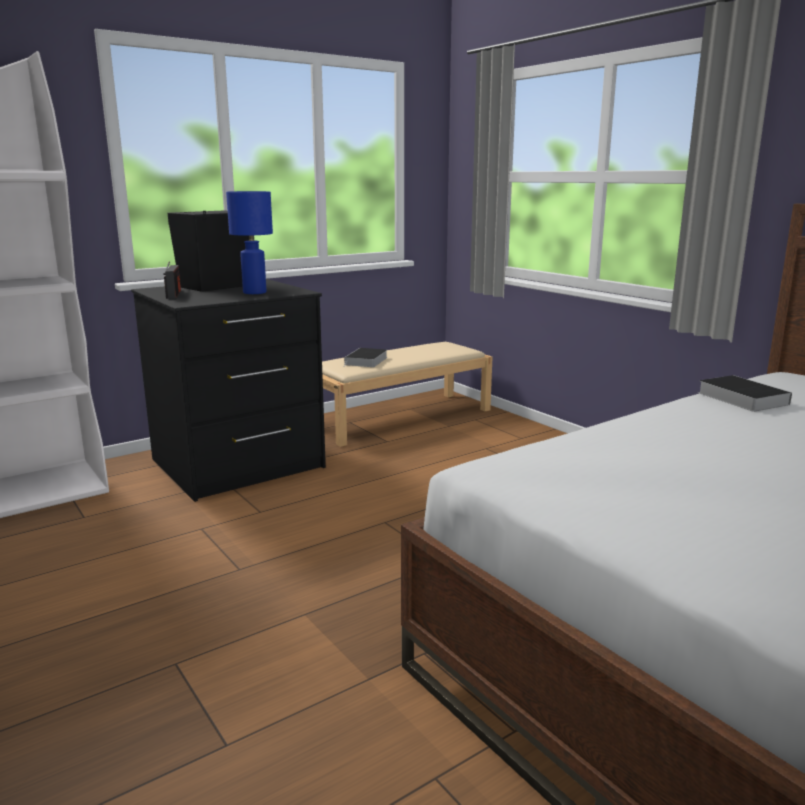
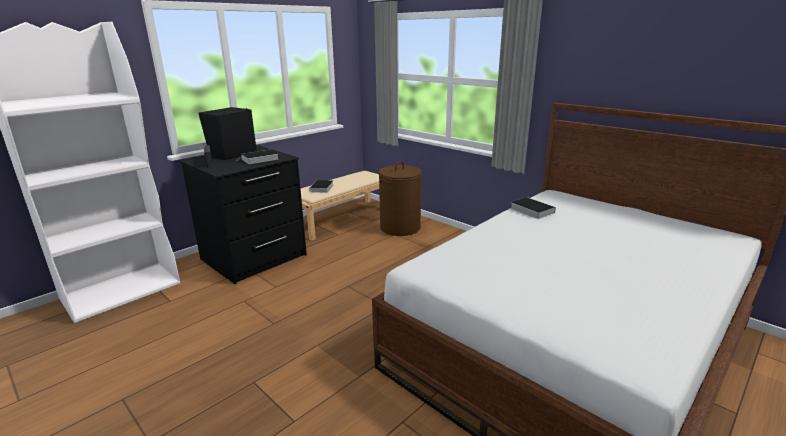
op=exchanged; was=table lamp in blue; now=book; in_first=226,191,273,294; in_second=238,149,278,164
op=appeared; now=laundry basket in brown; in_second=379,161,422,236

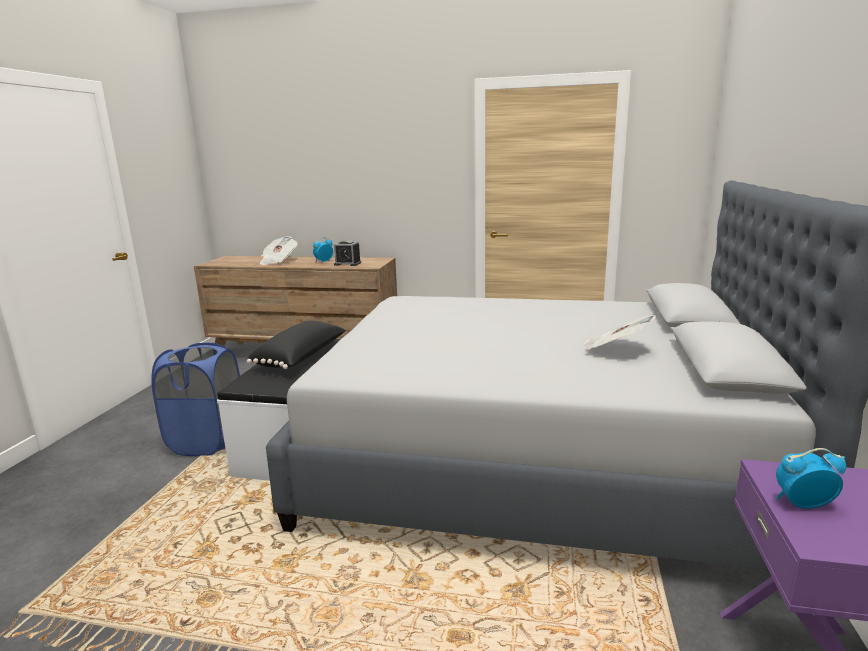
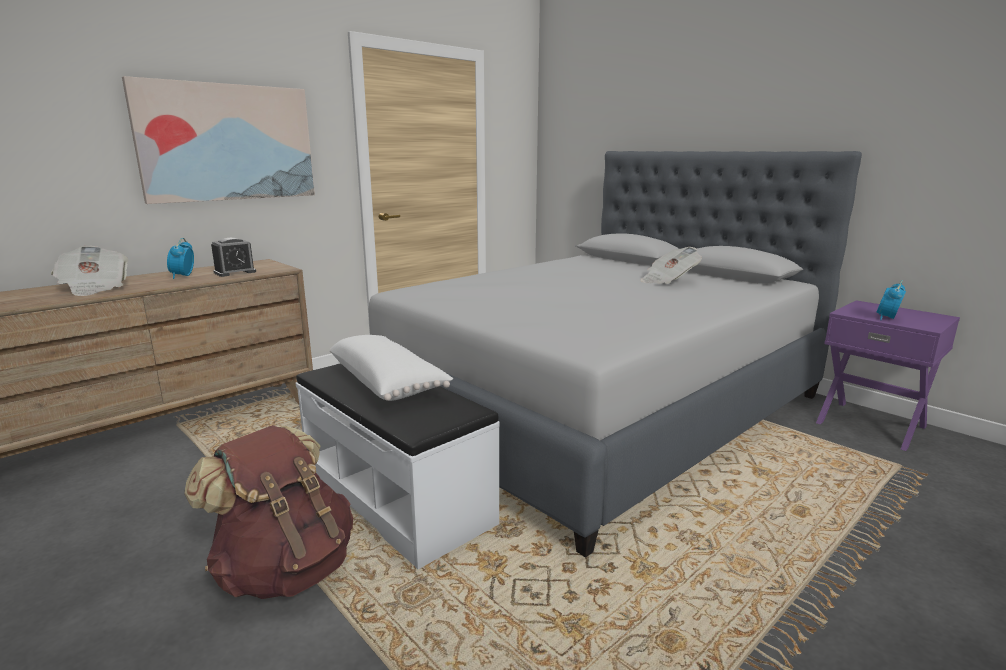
op=colour; was=pillow in black; now=pillow in white; in_first=247,321,346,369; in_second=330,335,453,401
op=exchanged; was=laundry basket in blue; now=backpack in brown; in_first=151,343,240,456; in_second=184,425,353,599
op=appeared; now=picture; in_second=122,76,315,204

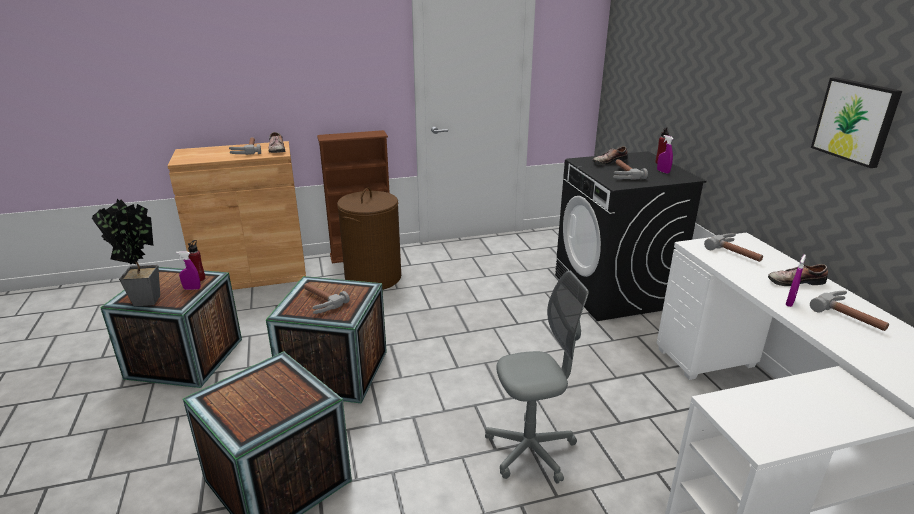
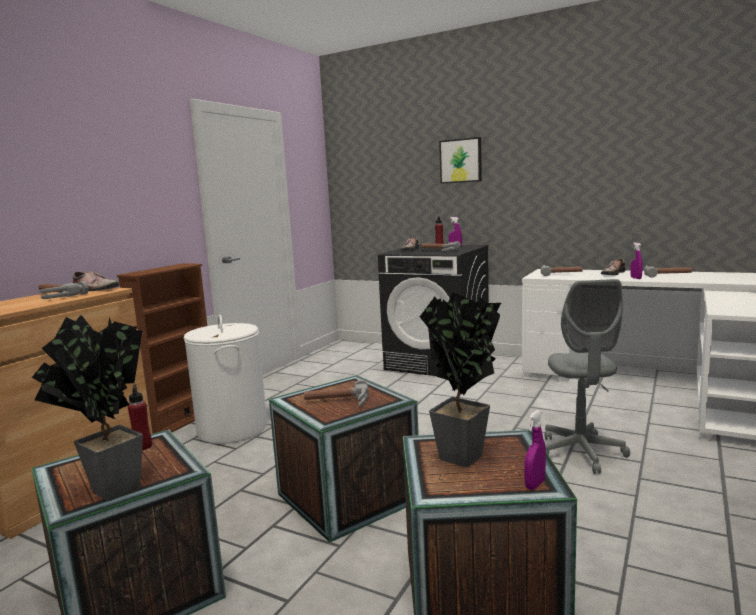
op=relocated; was=picture; in_first=811,77,902,168; in_second=439,137,482,184
op=colour; was=laundry basket in brown; now=laundry basket in white; in_first=337,187,401,290; in_second=184,315,267,444
op=relocated; was=spray bottle in purple; in_first=176,251,201,290; in_second=524,410,546,490
op=spun; was=office chair in grey; in_first=485,270,589,483; in_second=545,279,630,474; clockwise=150
op=appeared; now=potted plant; in_second=420,292,501,467

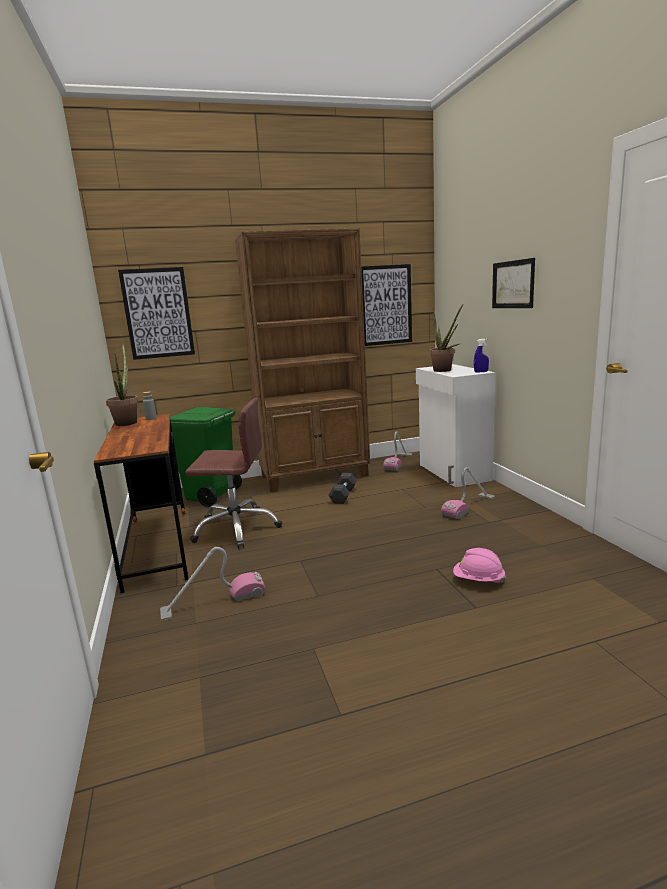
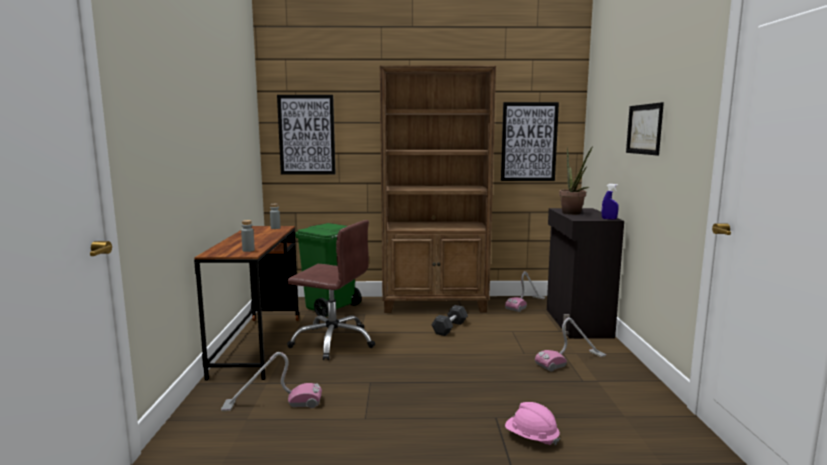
op=missing; was=potted plant; in_first=106,343,138,426
op=colour; was=cabinet in white; now=cabinet in black; in_first=416,364,495,487; in_second=547,208,624,339
op=appeared; now=bottle in grey; in_second=241,220,255,252

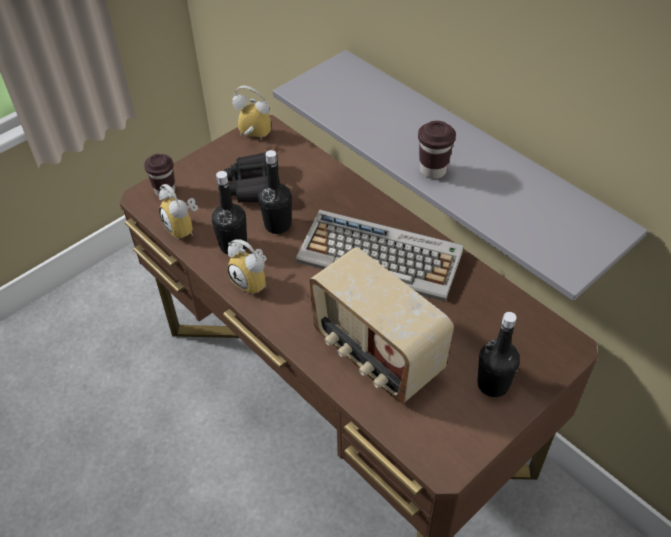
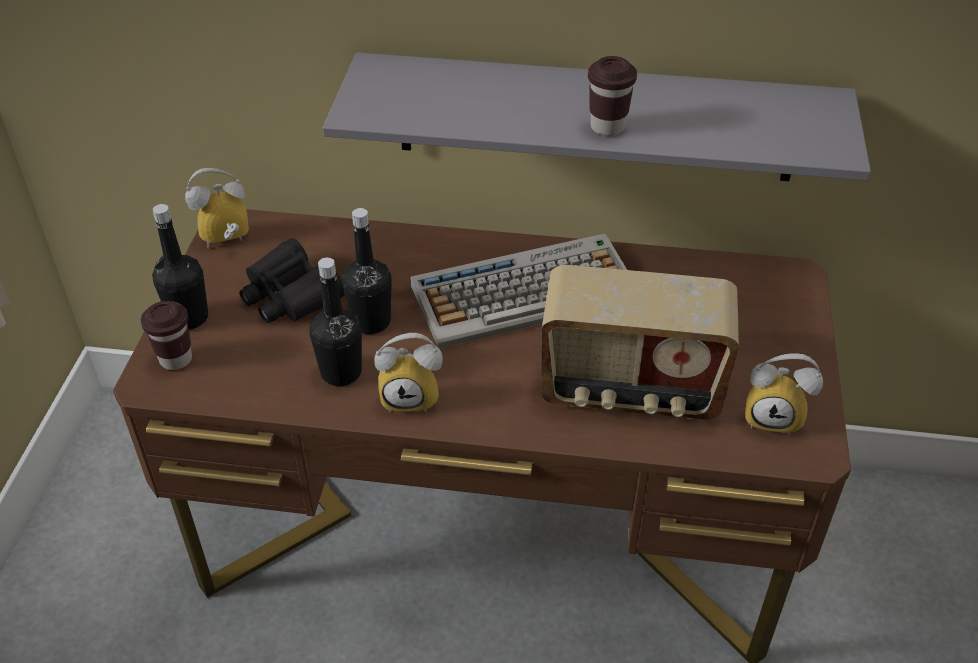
op=relocated; was=alarm clock; in_first=159,184,198,240; in_second=745,353,823,435
op=relocated; was=bottle in black; in_first=477,312,520,397; in_second=152,204,208,330

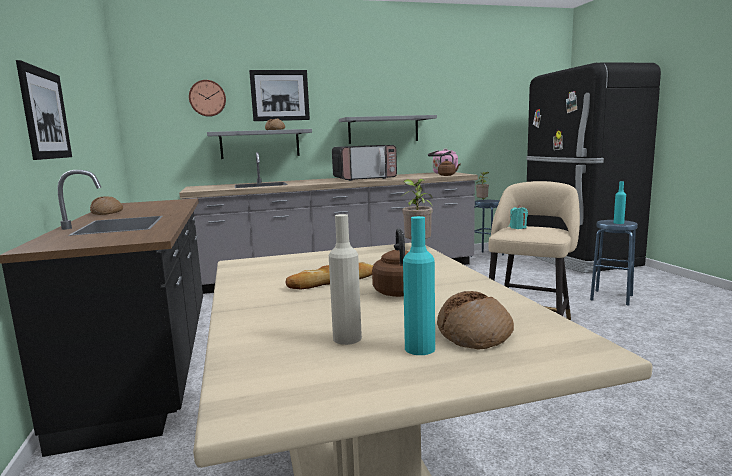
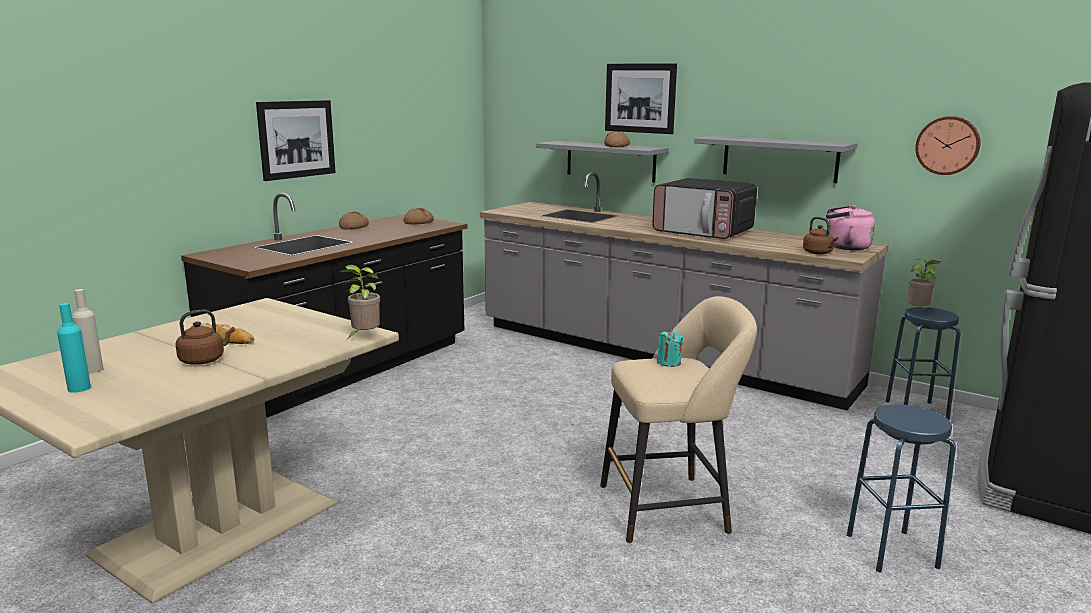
op=relocated; was=wall clock; in_first=189,80,226,117; in_second=915,116,981,175
op=missing; was=bottle in turquoise; in_first=614,182,626,224
op=relocated; was=bread; in_first=437,291,514,350; in_second=403,208,434,224

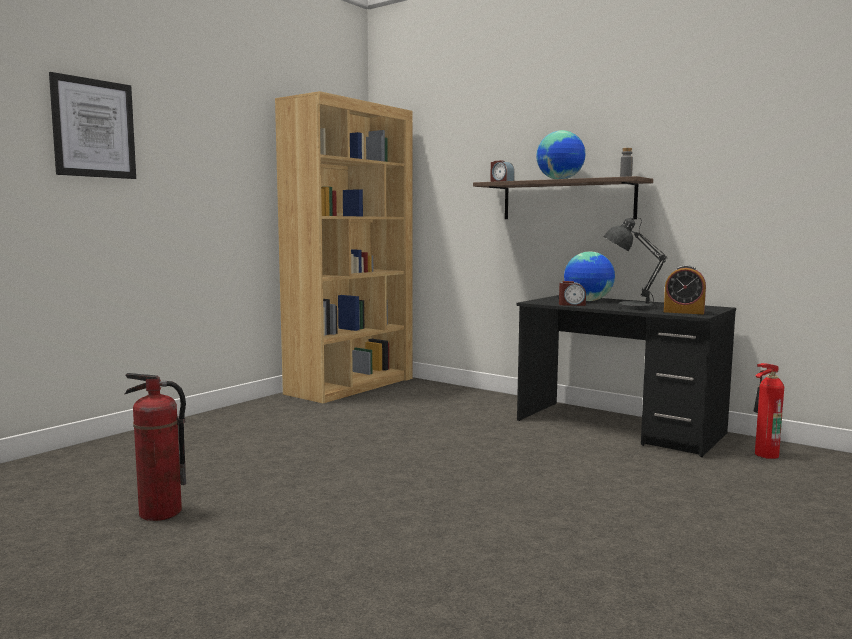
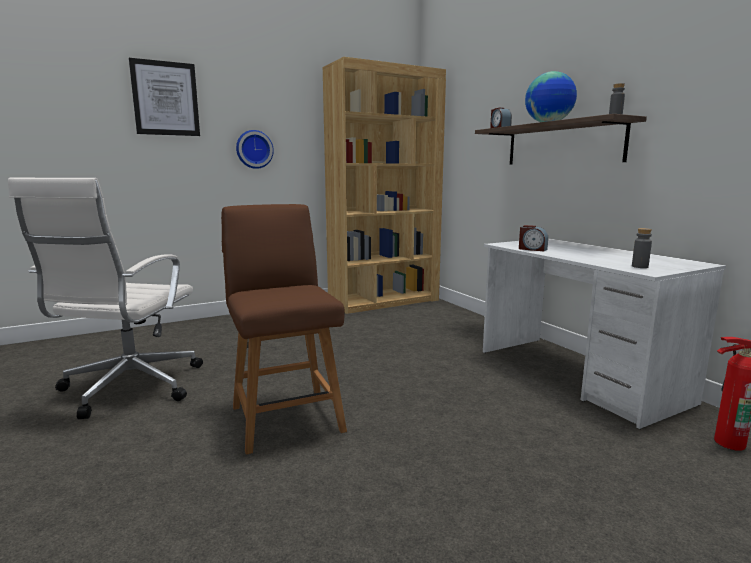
op=missing; was=table lamp in grey; in_first=604,217,667,310
op=missing; was=globe; in_first=564,251,615,301
op=exchanged; was=alarm clock; now=bottle in grey; in_first=664,265,706,314; in_second=632,228,652,268
op=colour; was=desk in black; now=desk in white; in_first=517,295,736,457; in_second=483,238,726,429
op=exchanged; was=fire extinguisher; now=office chair in white; in_first=124,373,186,521; in_second=8,178,203,419
op=appeared; now=wall clock; in_second=236,130,274,169
op=appeared; now=chair in brown; in_second=221,204,347,455

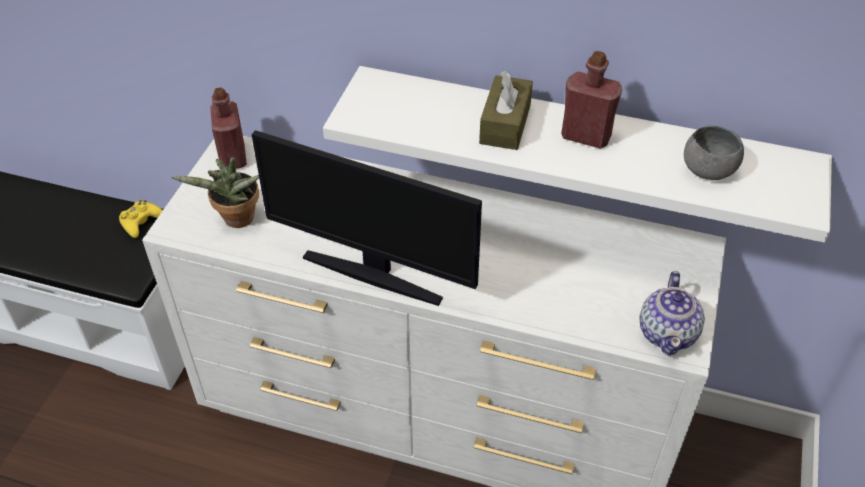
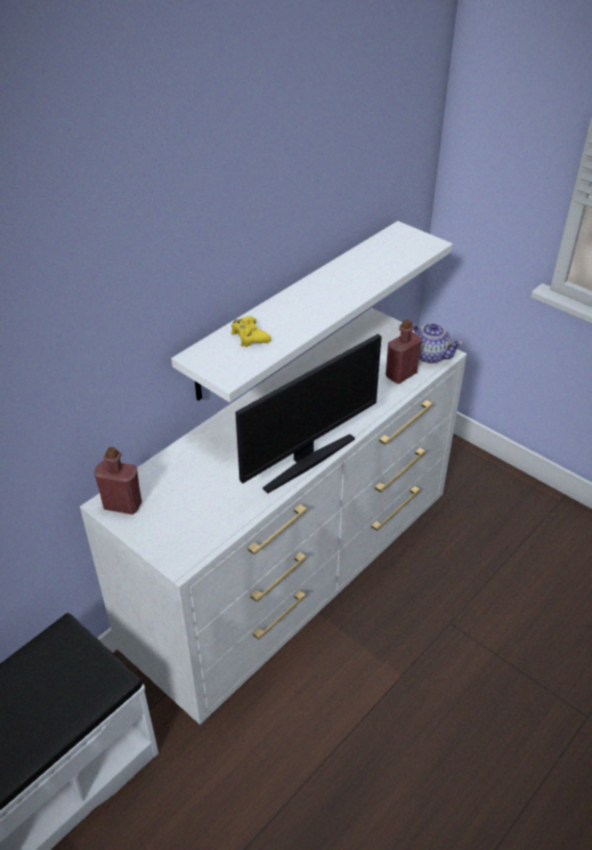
op=relocated; was=bottle in red; in_first=561,51,622,149; in_second=386,319,422,384
op=missing; was=tissue box in brown; in_first=479,71,533,150
op=missing; was=bowl in grey; in_first=684,125,744,180
op=missing; was=potted plant; in_first=171,157,259,228
op=relocated; was=game controller in yellow; in_first=119,200,163,238; in_second=231,316,271,347

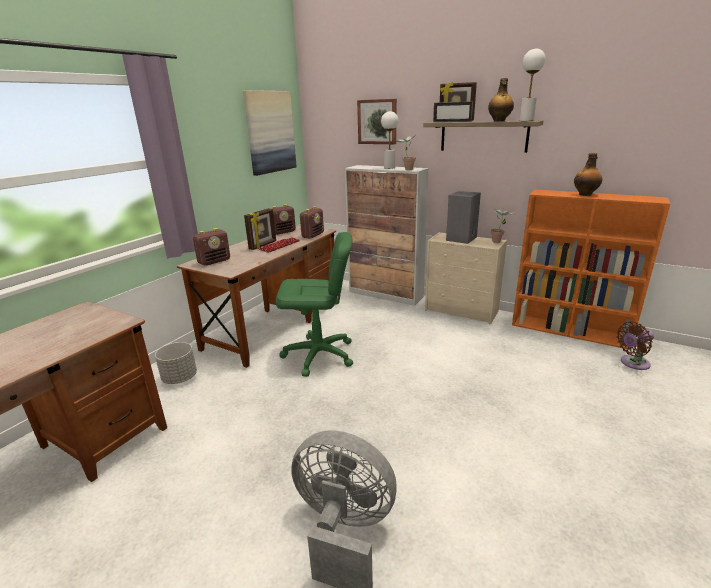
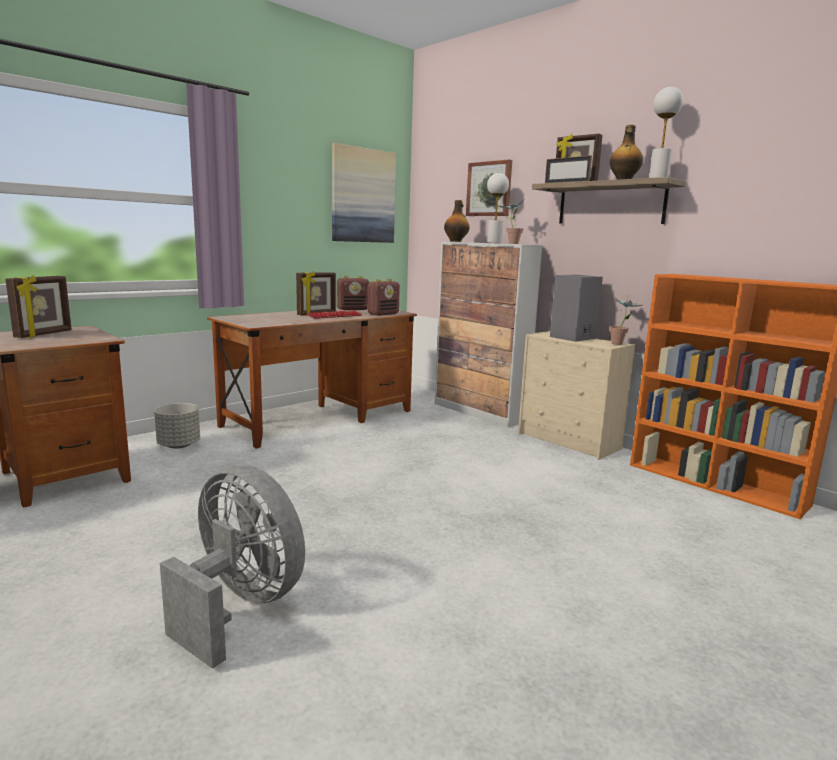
op=relocated; was=bottle; in_first=574,153,602,196; in_second=444,200,470,242
op=missing; was=radio; in_first=193,228,230,266
op=missing; was=office chair in green; in_first=276,232,353,377
op=missing; was=fan in brown; in_first=617,322,654,370
op=appeared; now=picture frame; in_second=5,276,72,338

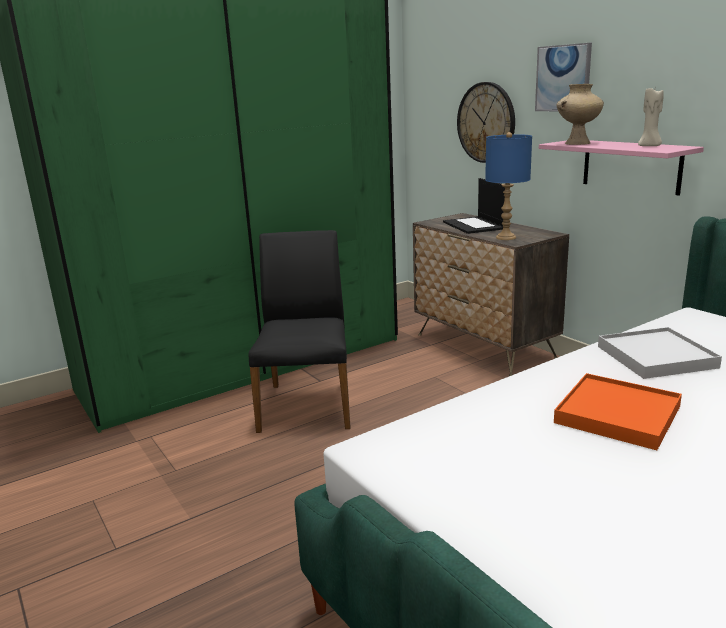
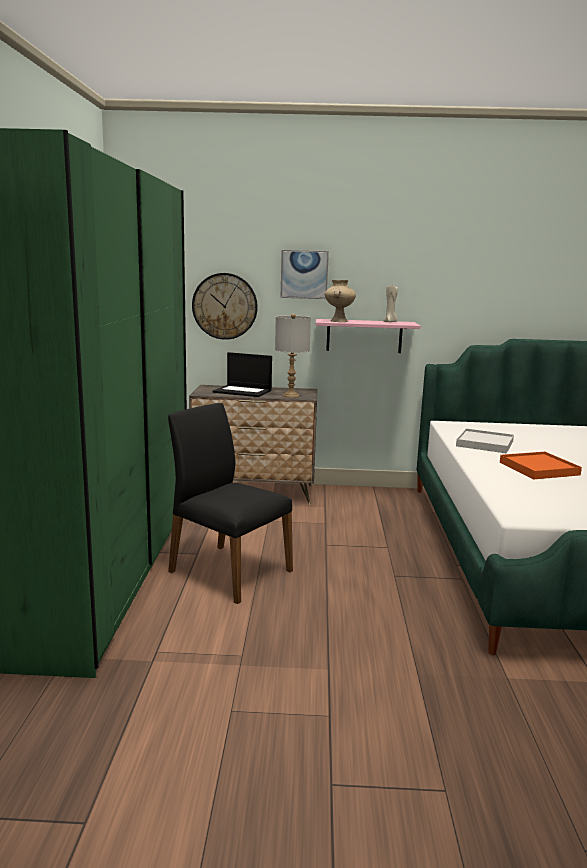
op=colour; was=table lamp in blue; now=table lamp in grey; in_first=485,132,532,240; in_second=275,314,311,398

